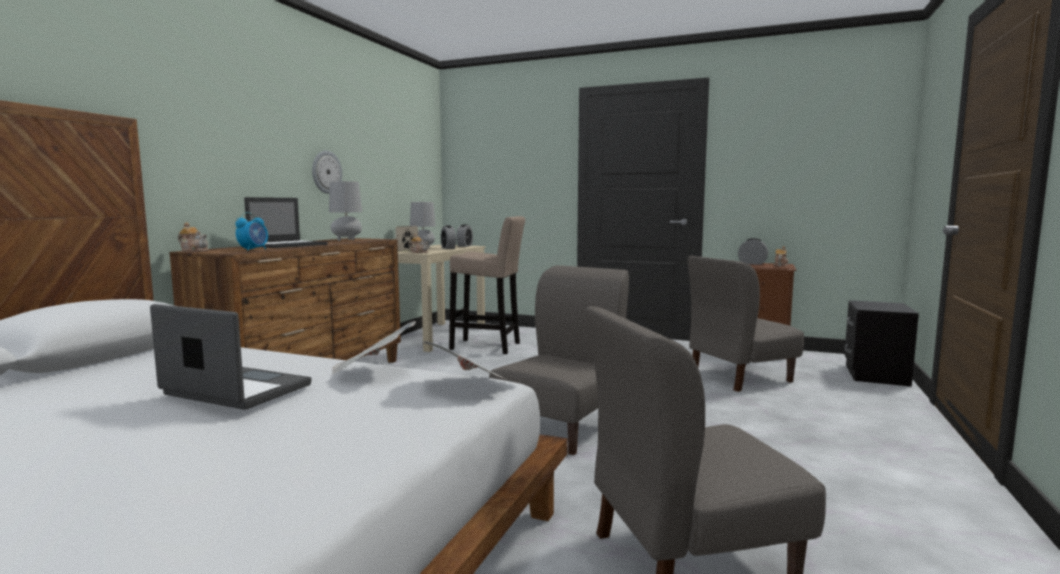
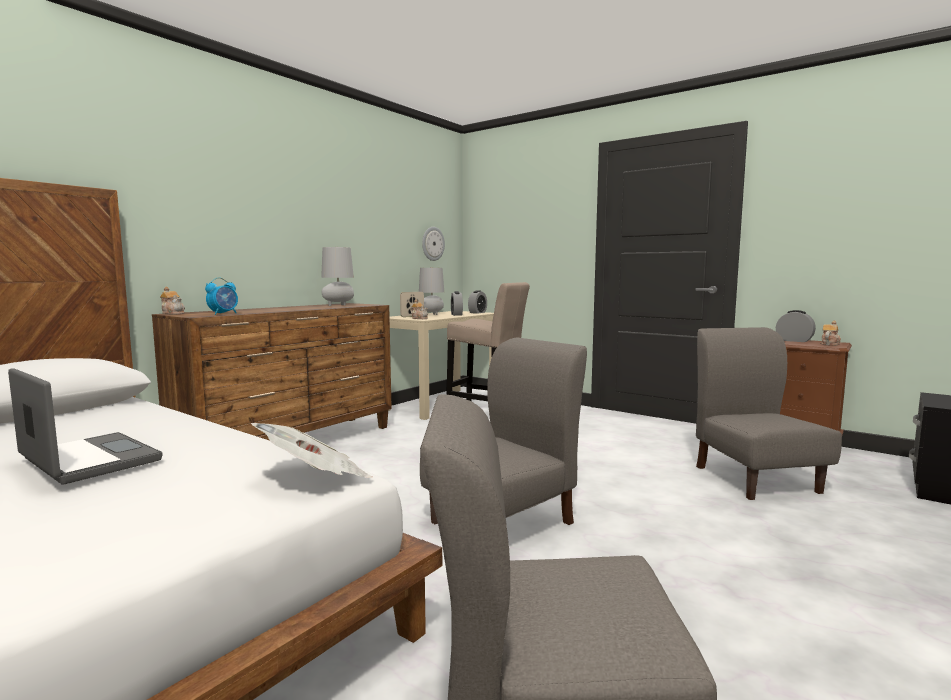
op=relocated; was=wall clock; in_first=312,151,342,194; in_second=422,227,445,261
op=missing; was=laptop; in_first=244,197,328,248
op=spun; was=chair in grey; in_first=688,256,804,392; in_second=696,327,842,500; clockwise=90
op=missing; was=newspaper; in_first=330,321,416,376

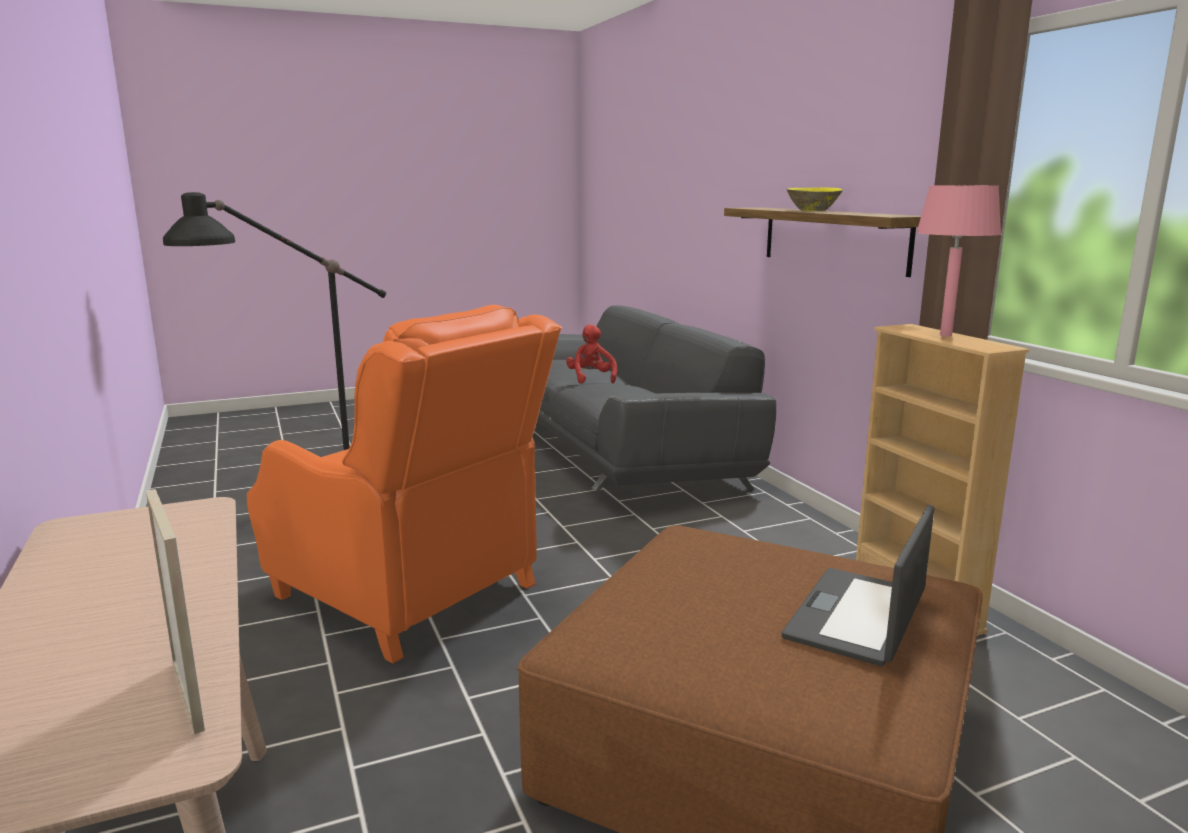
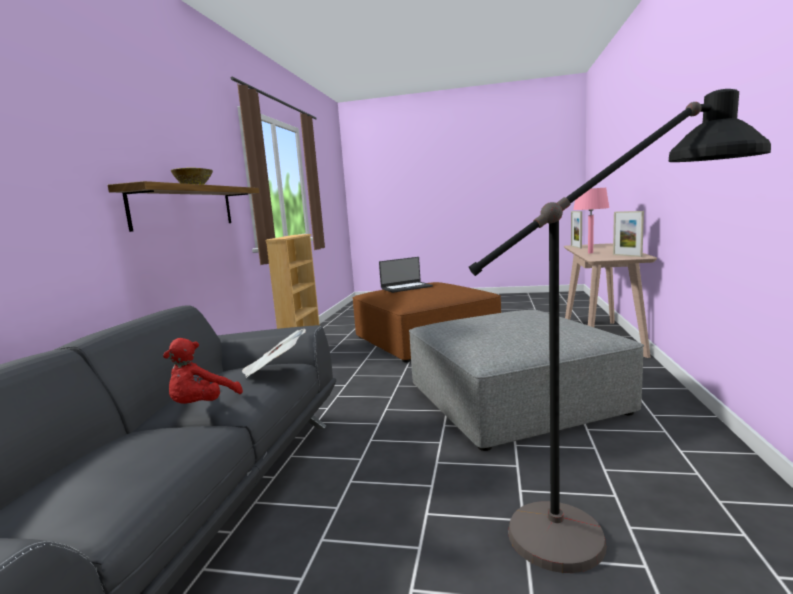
op=relocated; was=table lamp in pink; in_first=916,185,1001,337; in_second=573,188,610,253
op=exchanged; was=armchair in orange; now=ottoman in grey; in_first=247,304,562,664; in_second=409,310,644,451
op=appeared; now=picture frame; in_second=613,211,644,257
op=appeared; now=newspaper; in_second=242,329,306,378

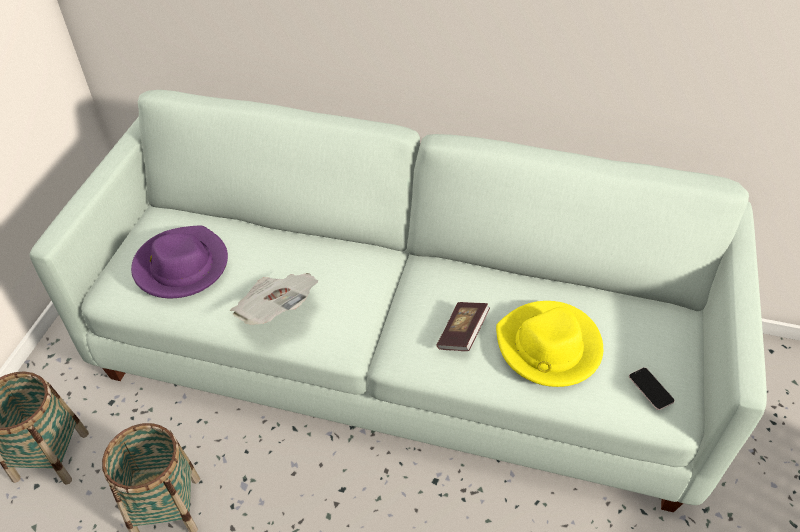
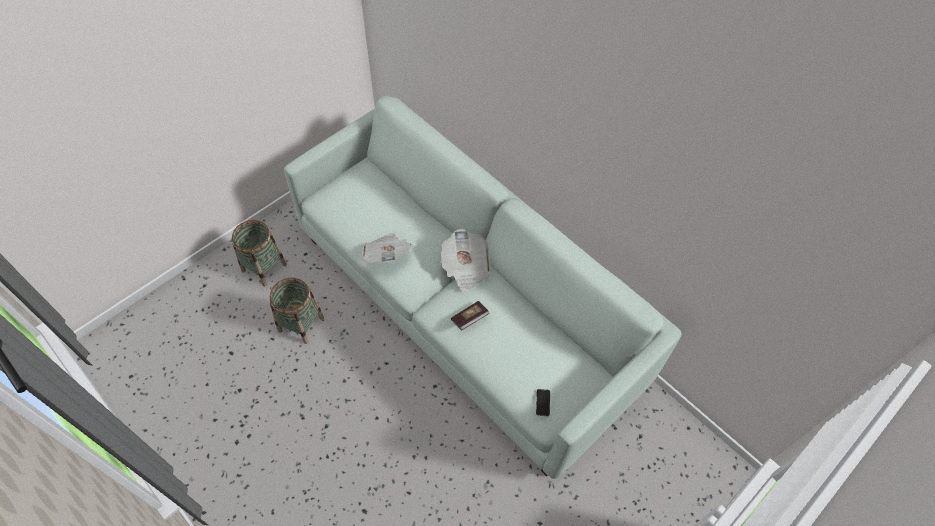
op=missing; was=hat in purple; in_first=131,225,228,298
op=missing; was=hat in yellow; in_first=496,301,603,387
op=appeared; now=newspaper; in_second=440,229,490,292

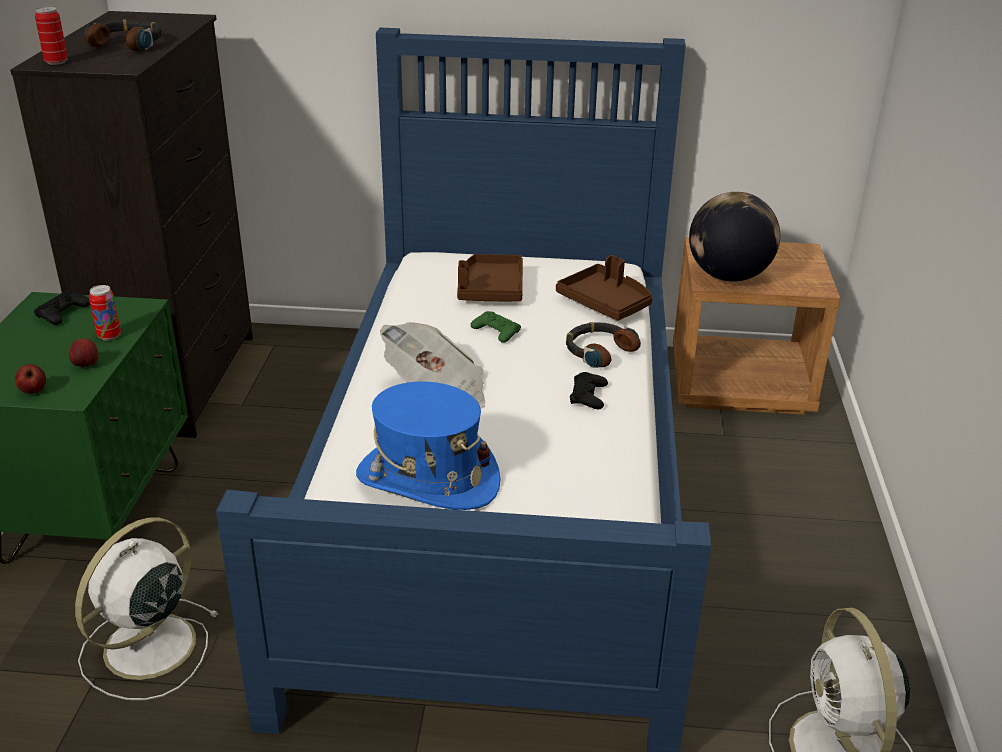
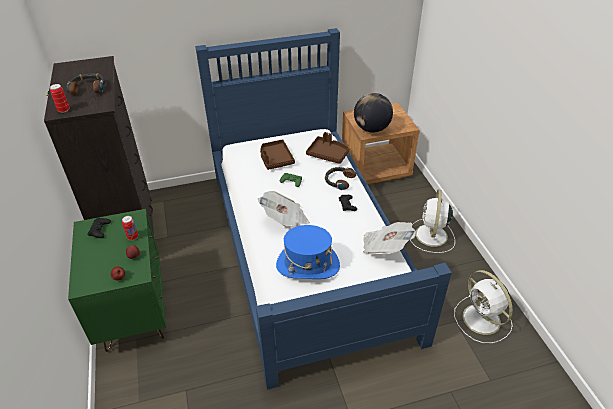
op=relocated; was=fan in white; in_first=75,517,219,700; in_second=410,189,455,253
op=appeared; now=newspaper; in_second=363,222,416,254

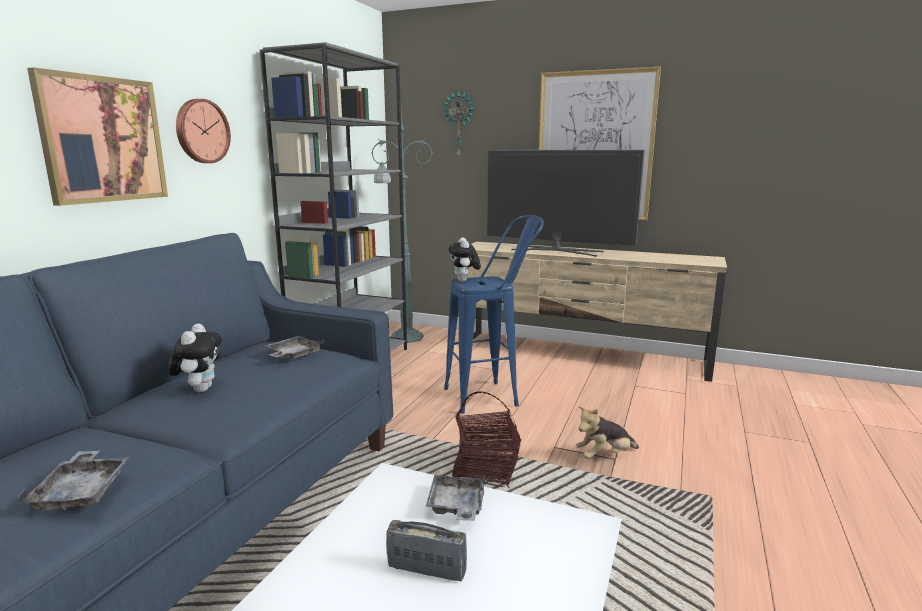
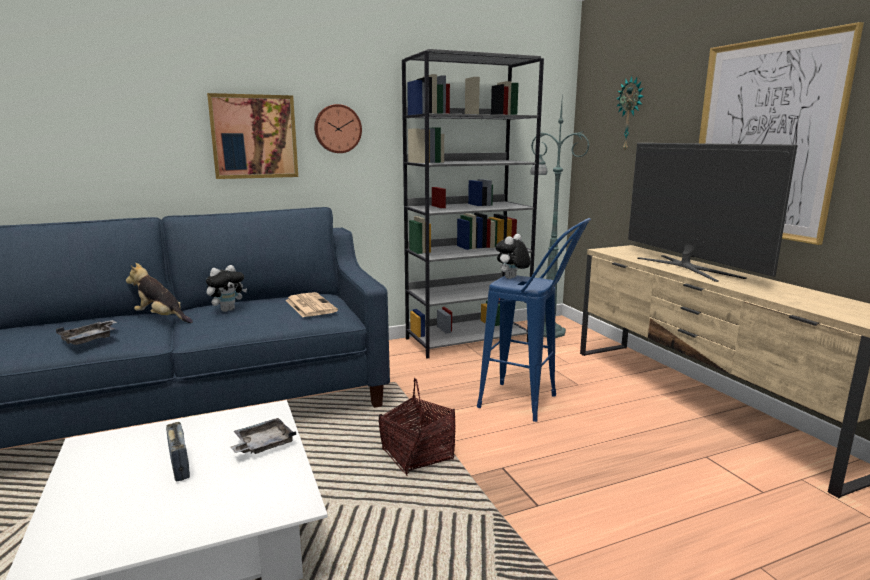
op=exchanged; was=tray in grey; now=newspaper; in_first=265,336,324,359; in_second=286,292,338,317
op=relocated; was=plush toy; in_first=576,406,639,459; in_second=126,263,193,323

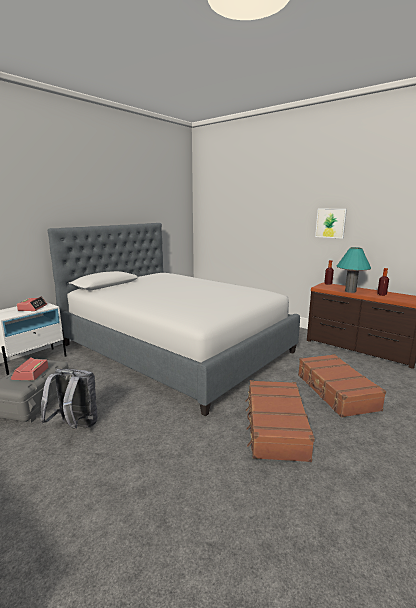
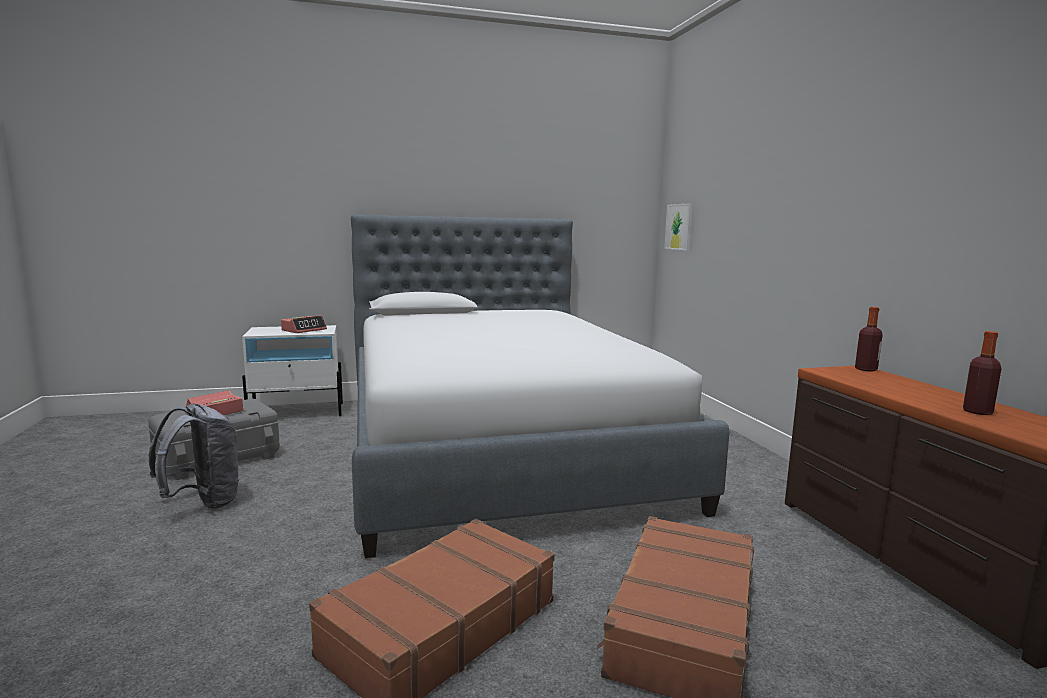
op=relocated; was=picture; in_first=315,209,347,239; in_second=664,203,692,251
op=missing; was=table lamp in turquoise; in_first=337,247,371,293

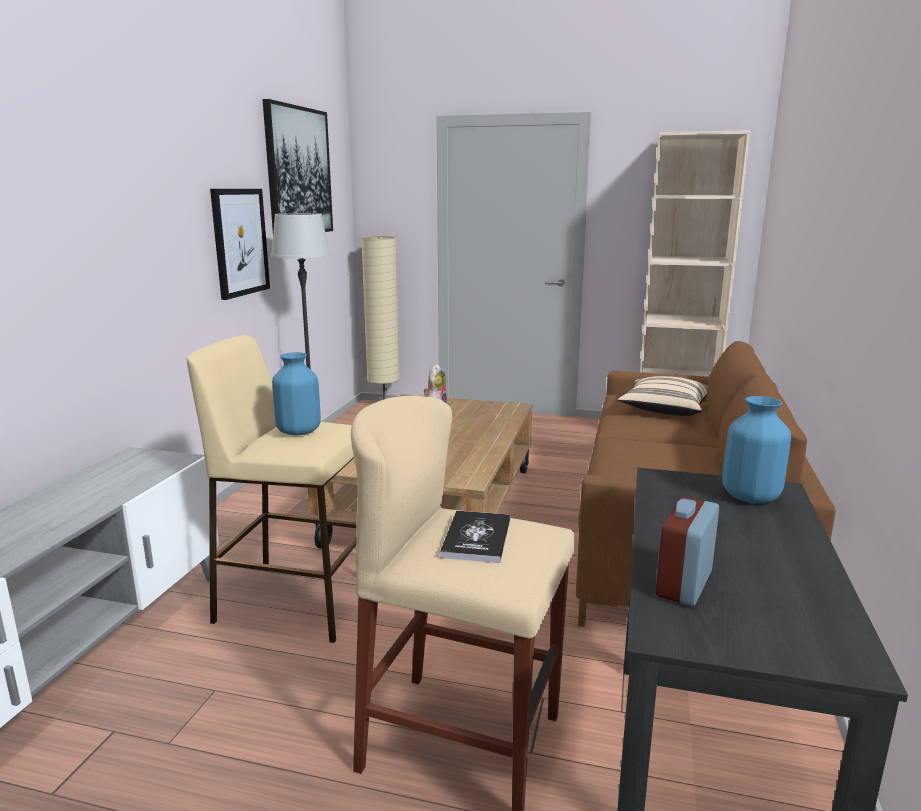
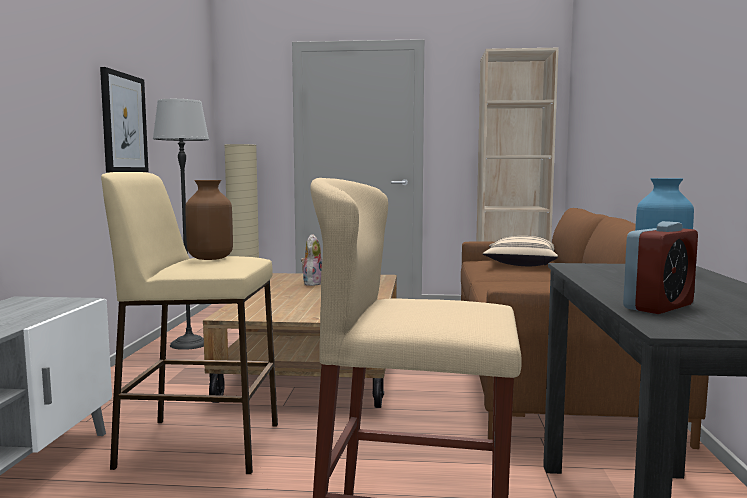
op=missing; was=picture; in_first=263,99,333,232
op=colour; was=vase in blue; now=vase in brown; in_first=272,352,321,436; in_second=185,180,233,260
op=spun; was=alarm clock; in_first=656,497,719,606; in_second=623,221,698,314; clockwise=-150
op=missing; was=book; in_first=440,511,510,563

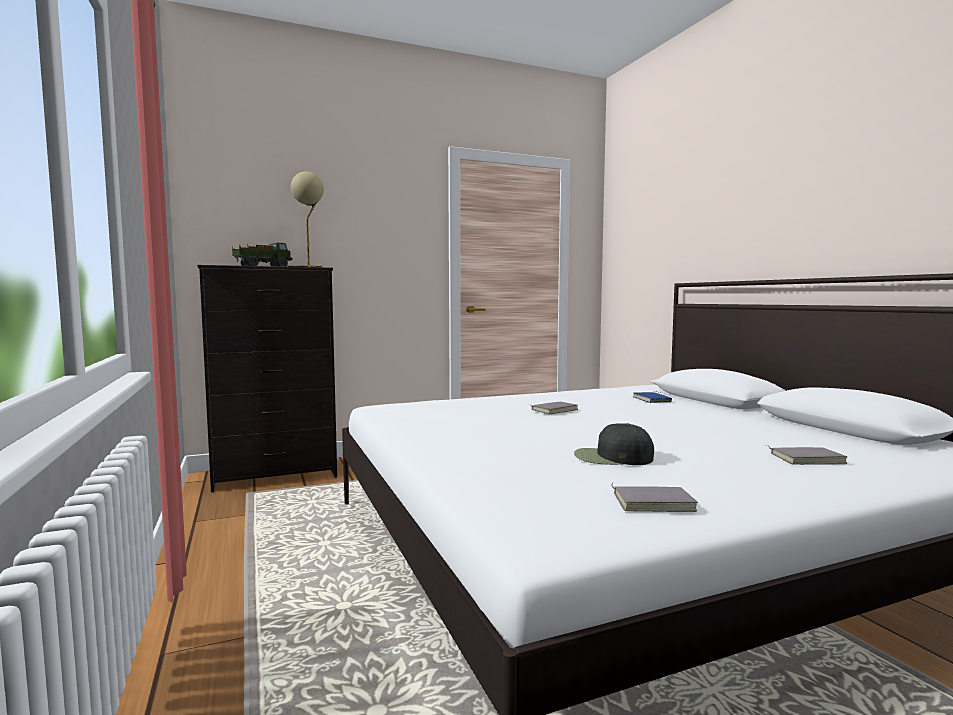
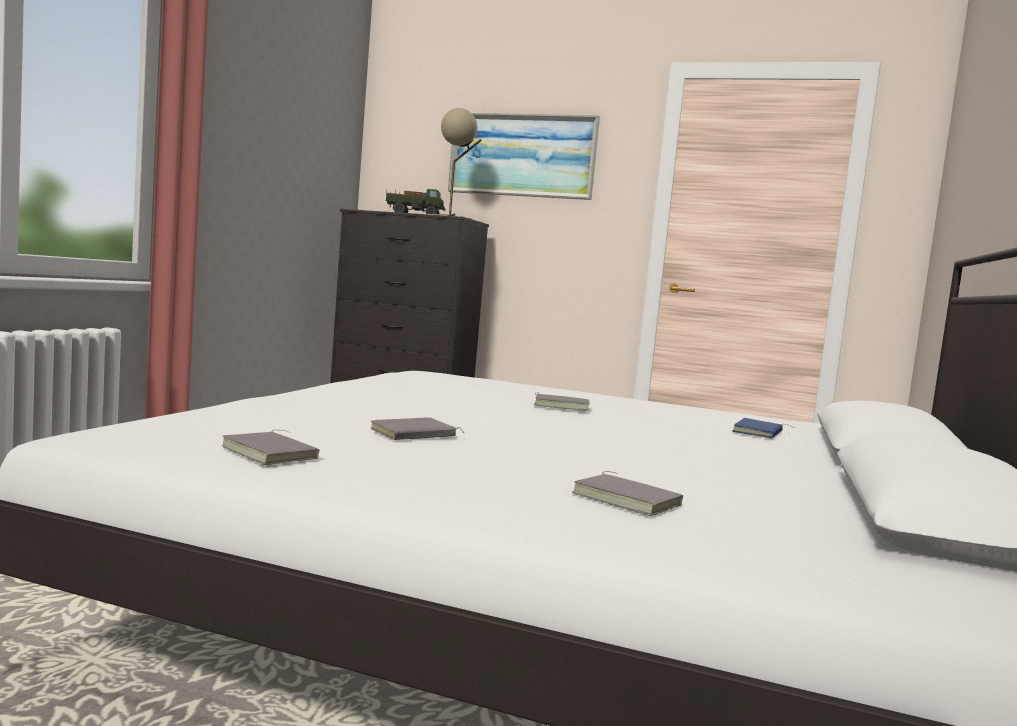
op=exchanged; was=cap in black; now=book in grey; in_first=574,423,654,465; in_second=371,417,464,440
op=appeared; now=picture; in_second=448,113,600,200

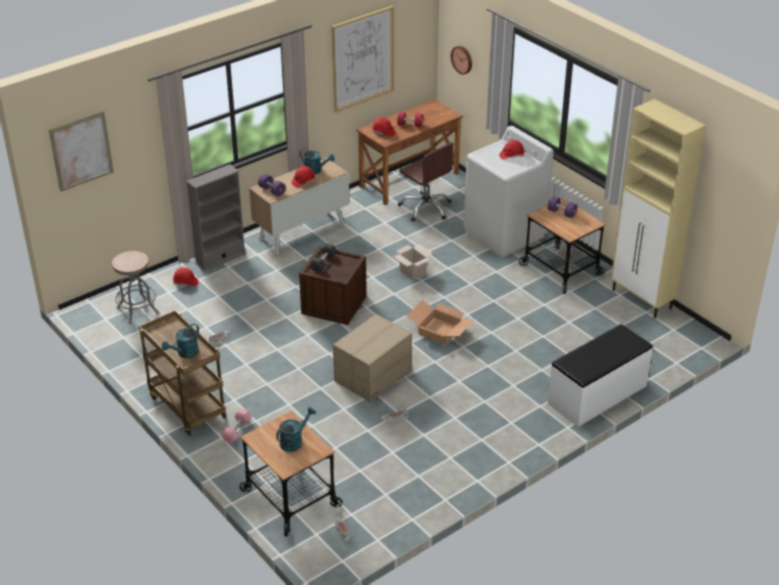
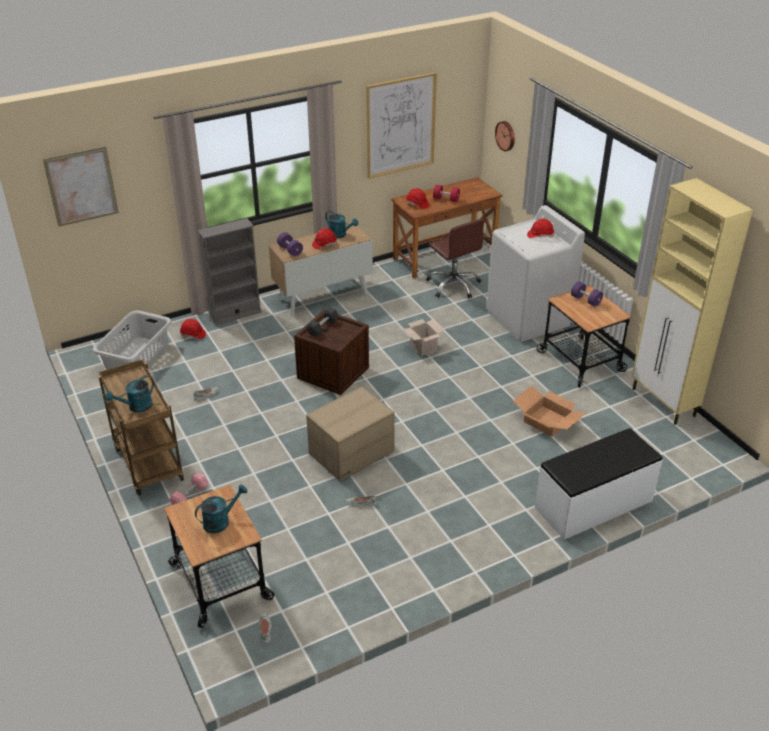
op=exchanged; was=stool in grey; now=laundry basket in grey; in_first=112,251,159,324; in_second=93,310,172,370
op=relocated; was=cardboard box; in_first=407,300,474,345; in_second=513,386,586,437

